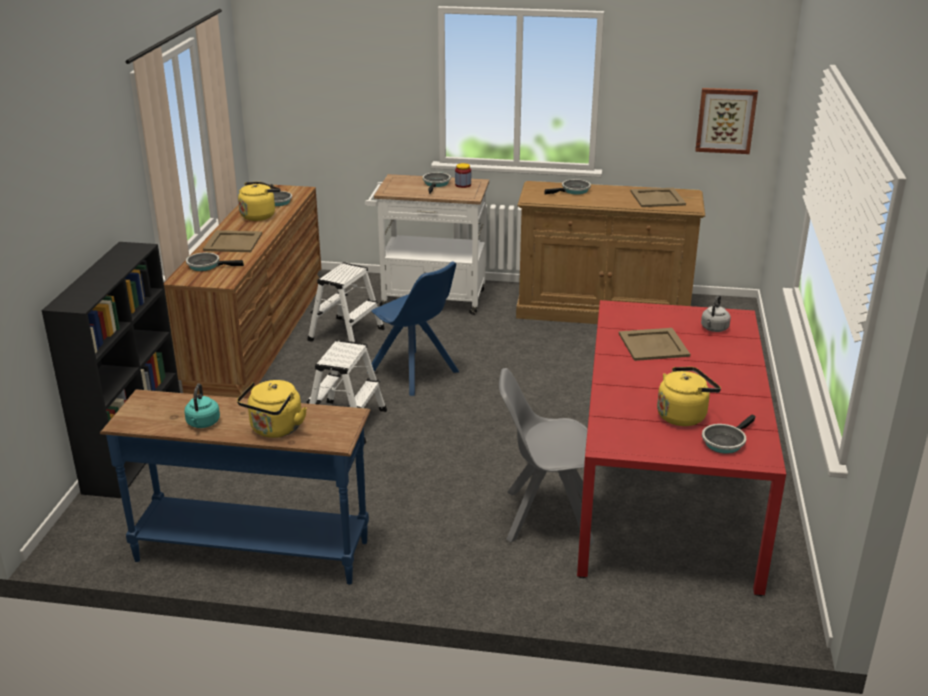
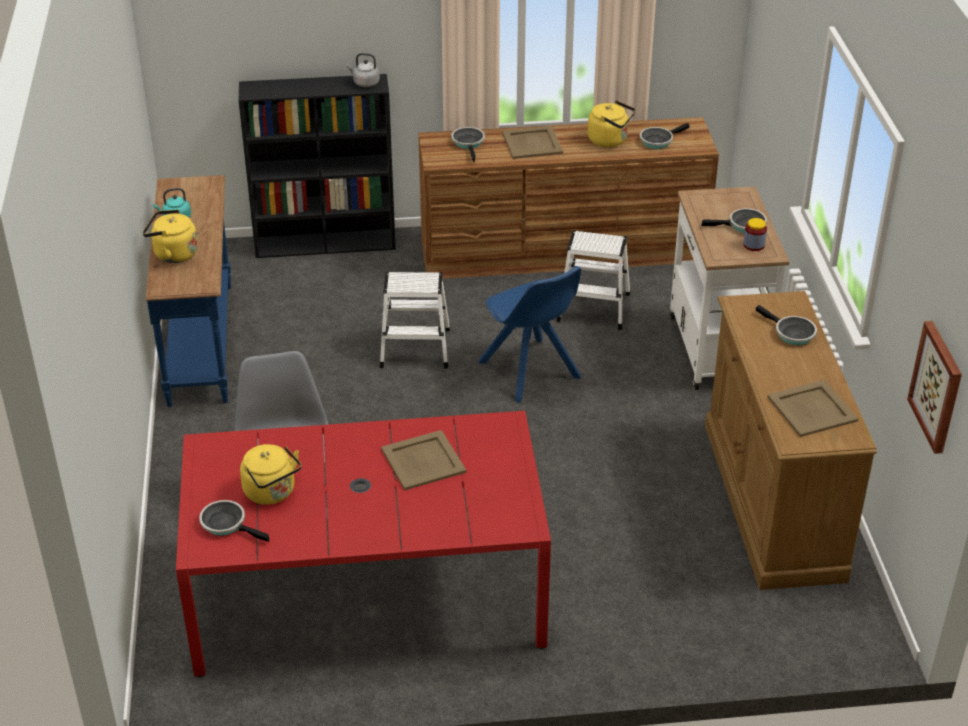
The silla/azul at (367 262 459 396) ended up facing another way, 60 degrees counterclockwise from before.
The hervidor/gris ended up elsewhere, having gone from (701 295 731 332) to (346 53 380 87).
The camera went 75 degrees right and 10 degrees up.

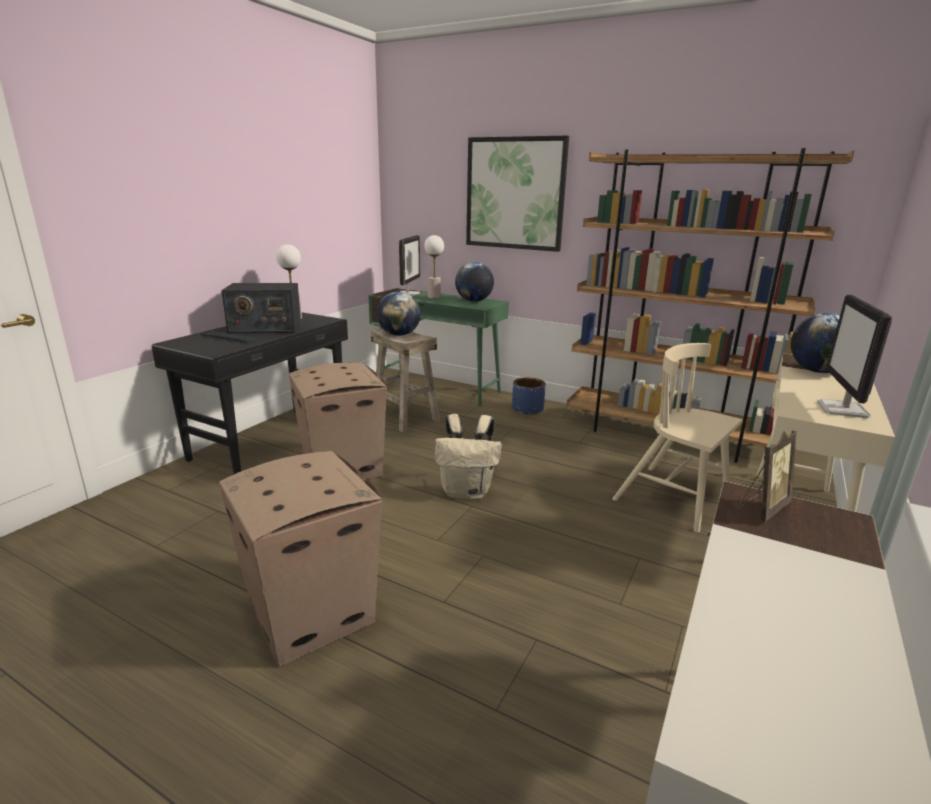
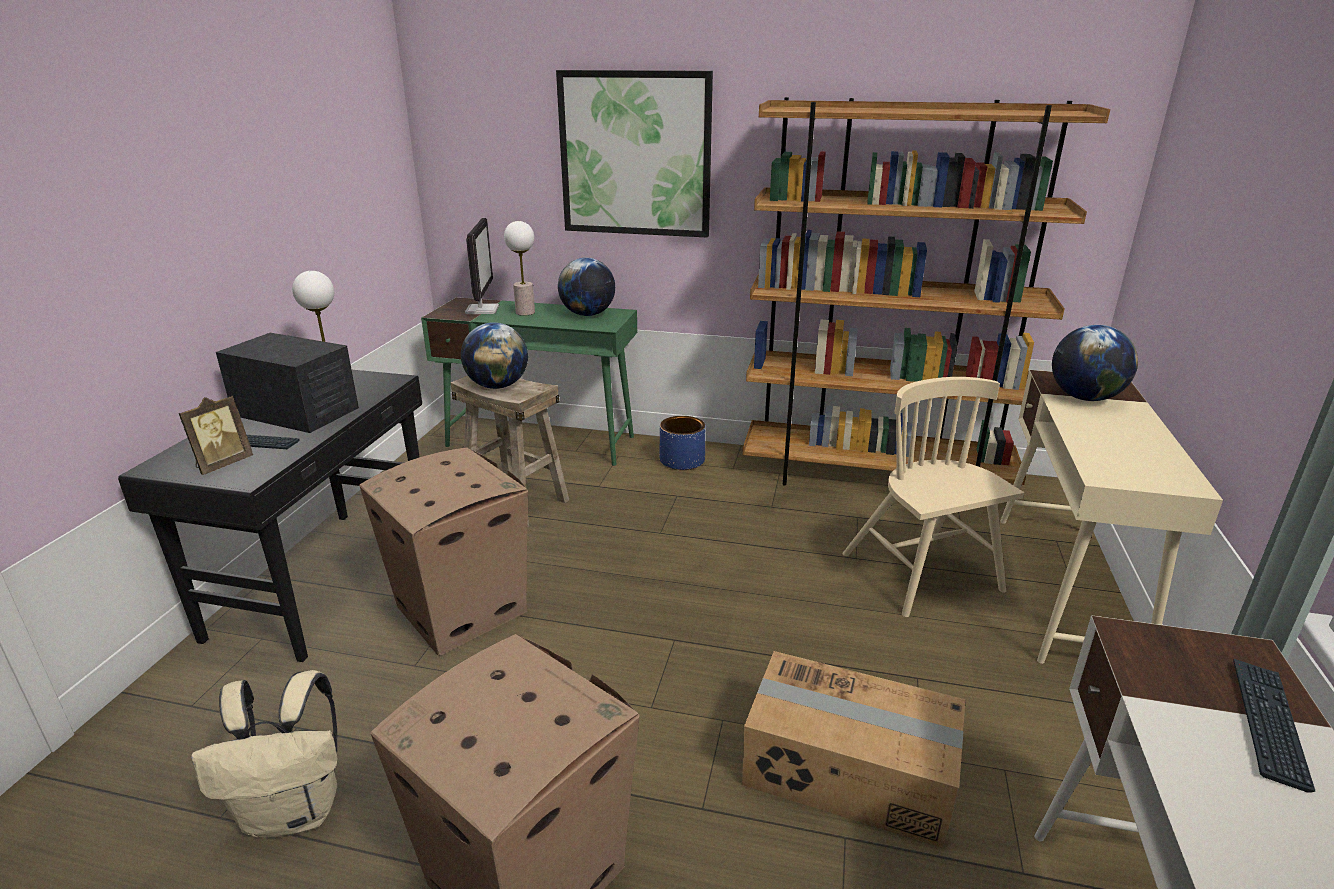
The radio at (221 283 301 333) ended up facing another way, 135 degrees counterclockwise from before.
The mochila/beis ended up elsewhere, having gone from (435 414 502 499) to (191 670 337 838).
The silla/beis at (612 343 742 532) ended up facing another way, 45 degrees clockwise from before.
The portarretratos ended up elsewhere, having gone from (738 431 797 522) to (179 396 253 475).
The second view lost the monitor at (817 295 892 418).
The second view gained the caja de cartón at (742 651 965 848).
The second view gained the teclado at (1233 659 1315 793).
The camera went 15 degrees left and 5 degrees up.

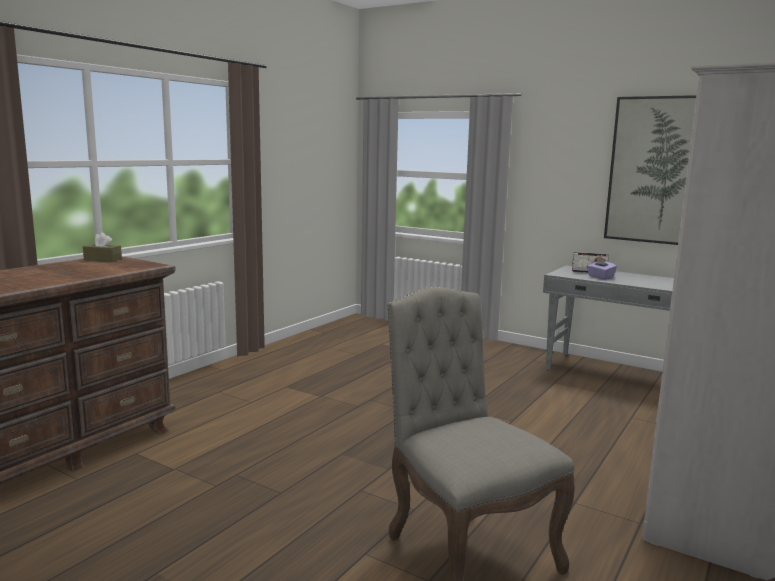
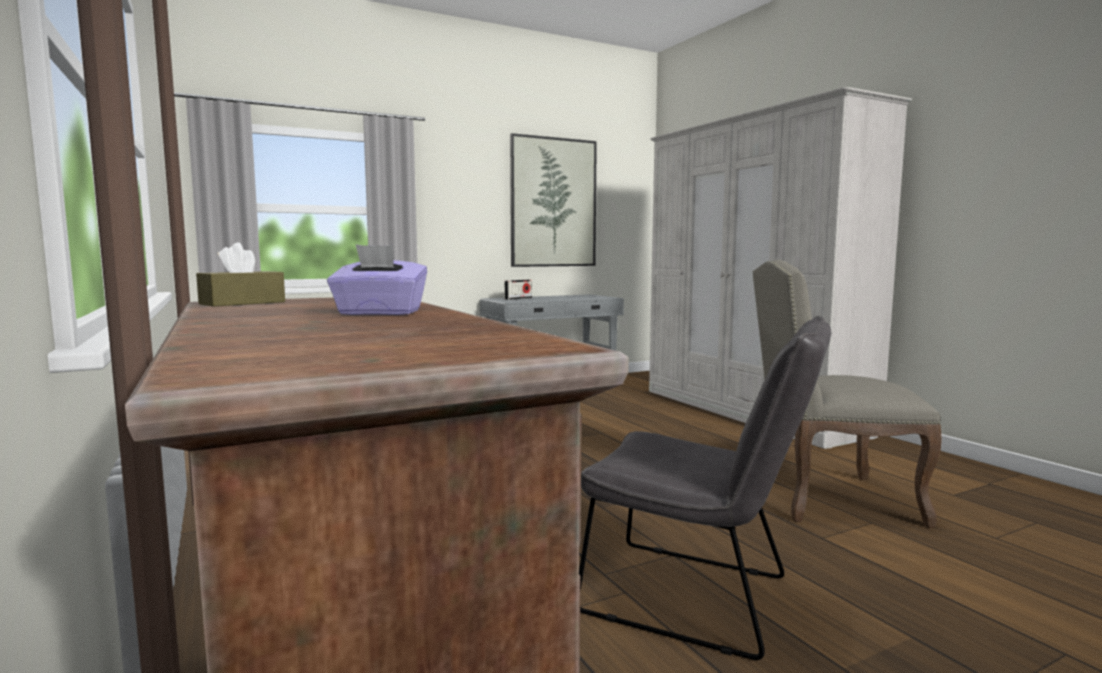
The caja de pañuelos/morado ended up elsewhere, having gone from (587 257 617 279) to (327 244 427 315).
The second view gained the silla/gris at (579 316 831 660).
The camera went 60 degrees left and 5 degrees down.

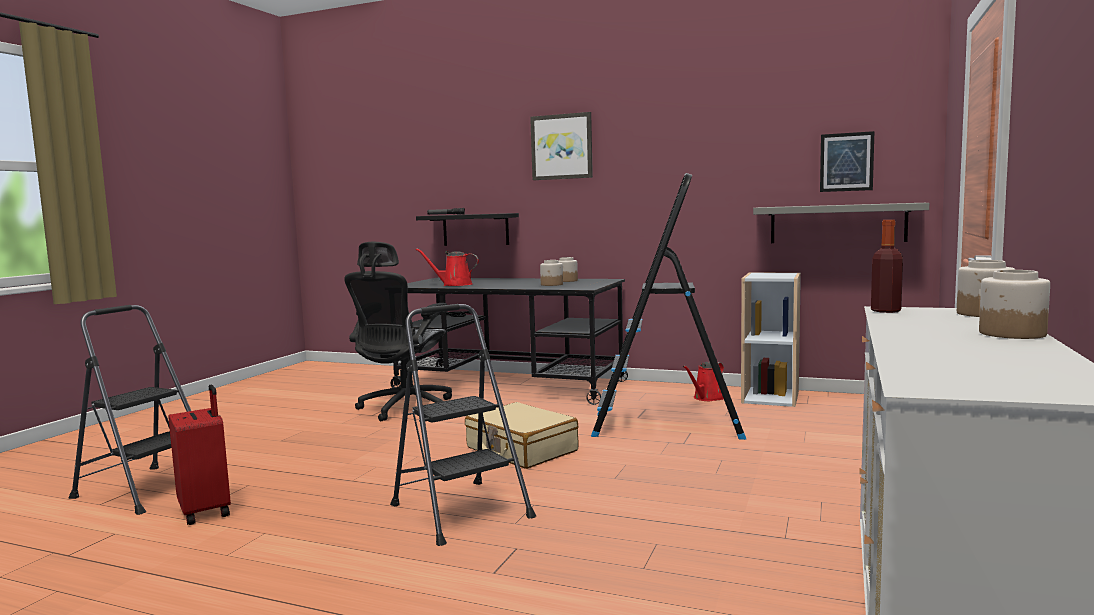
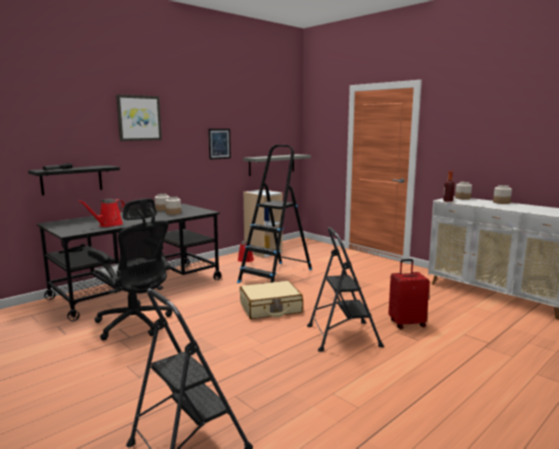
The maleta/rojo ended up elsewhere, having gone from (168 384 231 525) to (388 259 430 329).
The cuadro ended up elsewhere, having gone from (820 131 874 192) to (208 129 231 160).
The camera went 65 degrees left and 5 degrees up.

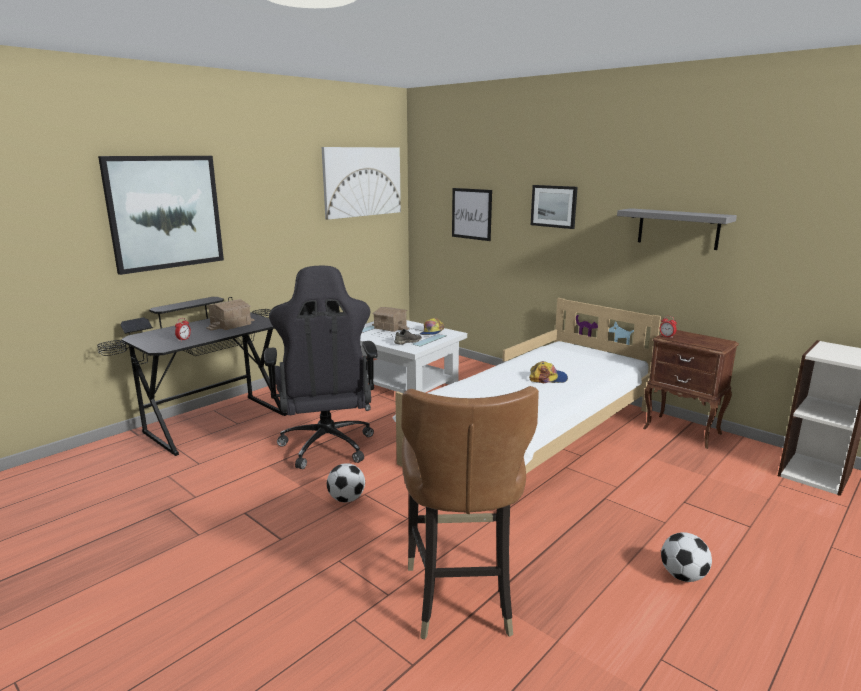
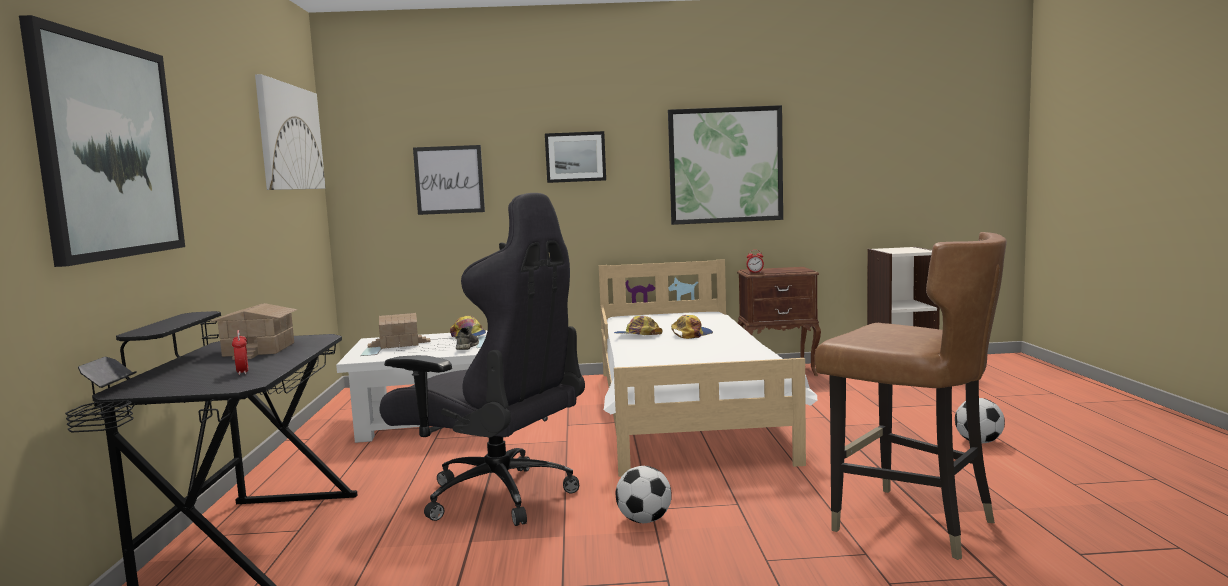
Where the estante/gris hung at (617 208 737 250), the cuadro came to hang at (668 105 783 225).
The second view gained the gorra at (614 316 662 335).
The camera went 45 degrees left and 10 degrees down.

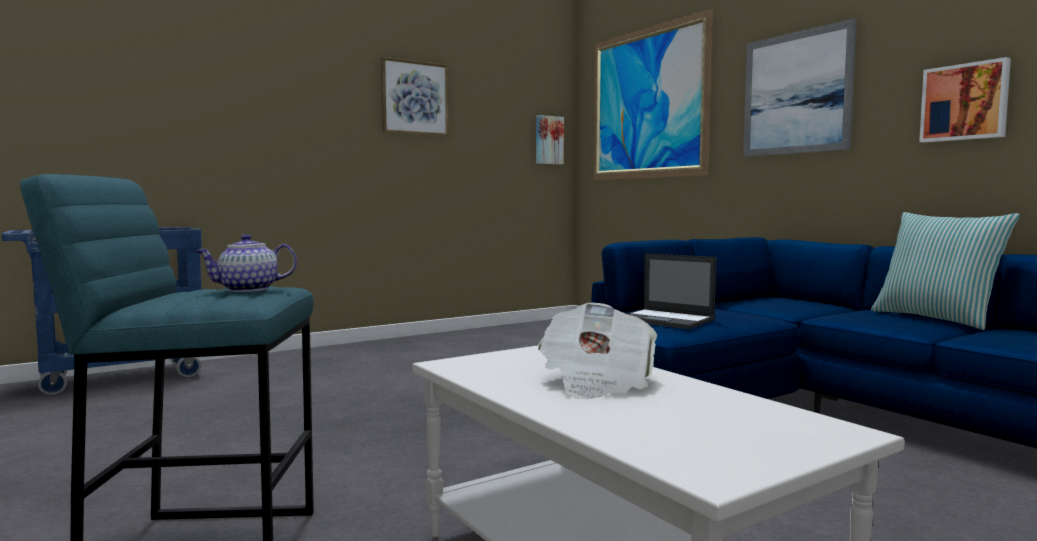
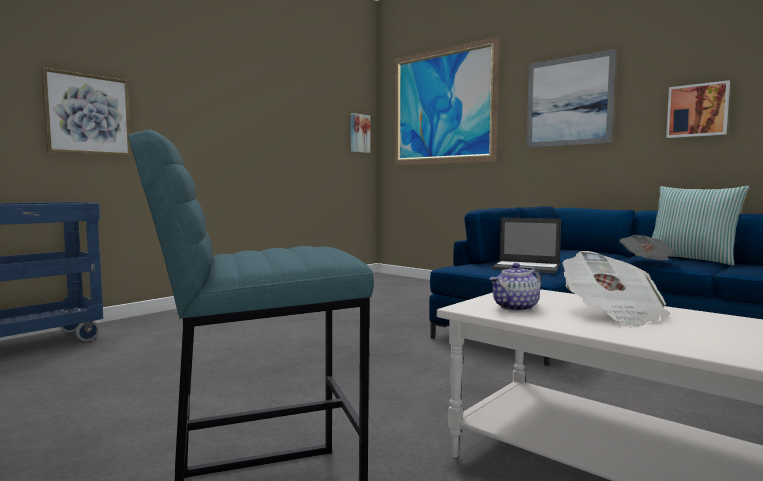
The tetera ended up elsewhere, having gone from (196 234 297 292) to (489 263 542 311).
The cuadro ended up elsewhere, having gone from (381 57 449 136) to (41 68 132 156).
The second view gained the periódico at (619 235 674 260).
The camera went 15 degrees left and 0 degrees up.

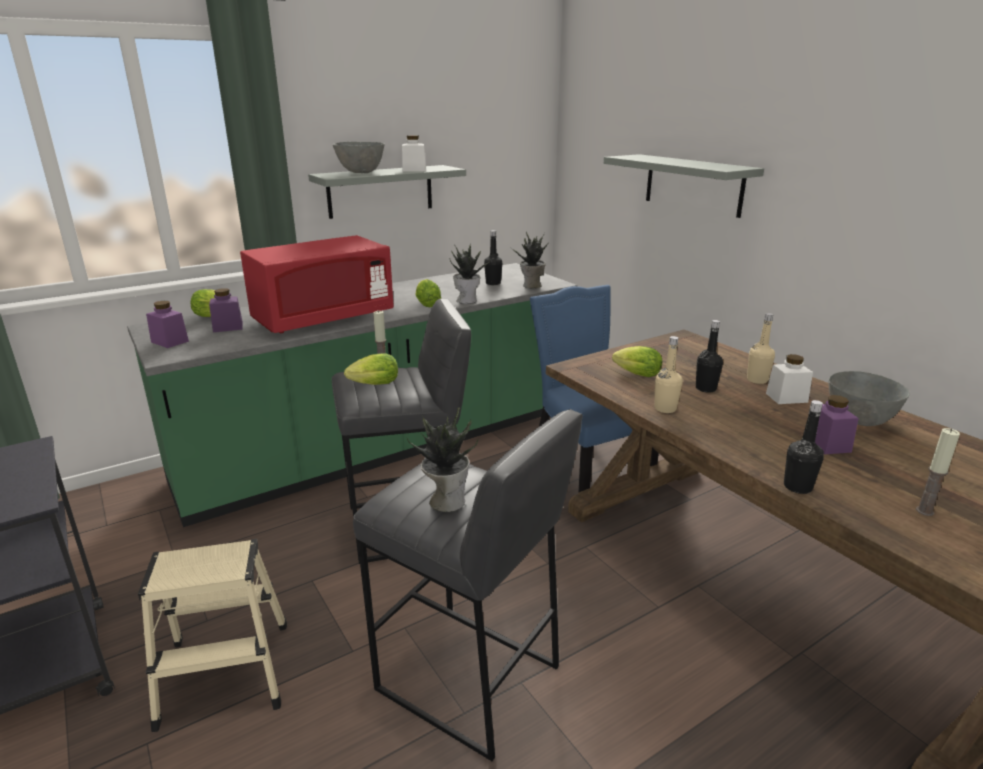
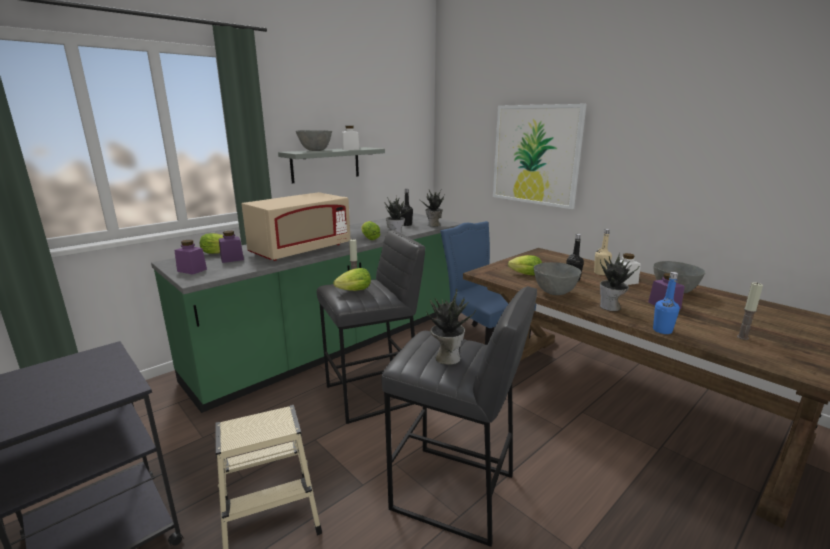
What was the microondas/rojo at (240 235 394 333) turned into the microondas/beis at (242 192 351 261).
Where the estante/gris hung at (604 154 764 218), the cuadro came to hang at (493 104 587 209).
Where the botella/beis stood at (655 336 683 413), the cuenco/gris came to stand at (534 262 581 295).
What was the botella/negro at (784 400 824 494) turned into the botella/azul at (653 272 680 334).
The second view gained the planta en maceta at (600 253 640 311).
The camera went 10 degrees left and 5 degrees down.

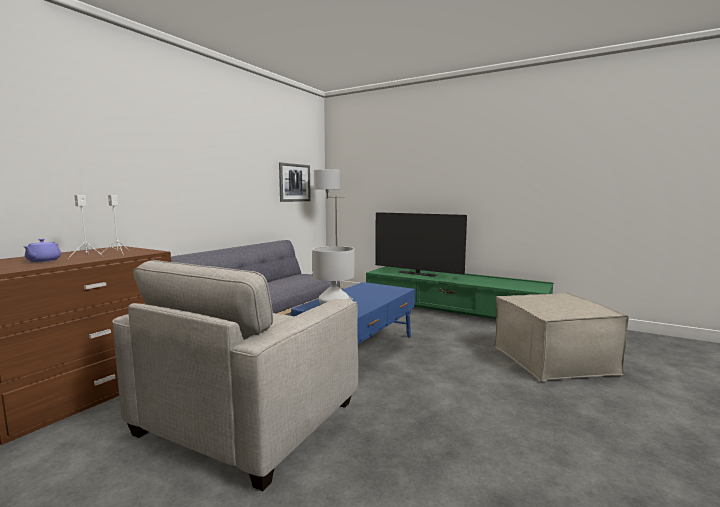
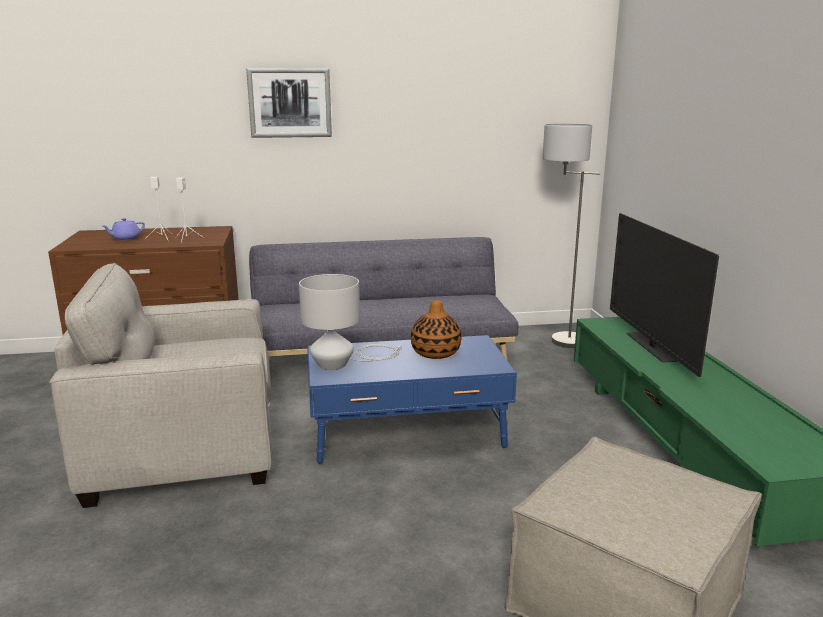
The cuadro ended up elsewhere, having gone from (279 162 311 202) to (246 68 332 138).
The second view gained the florero at (411 300 461 359).
The camera went 50 degrees right and 10 degrees up.

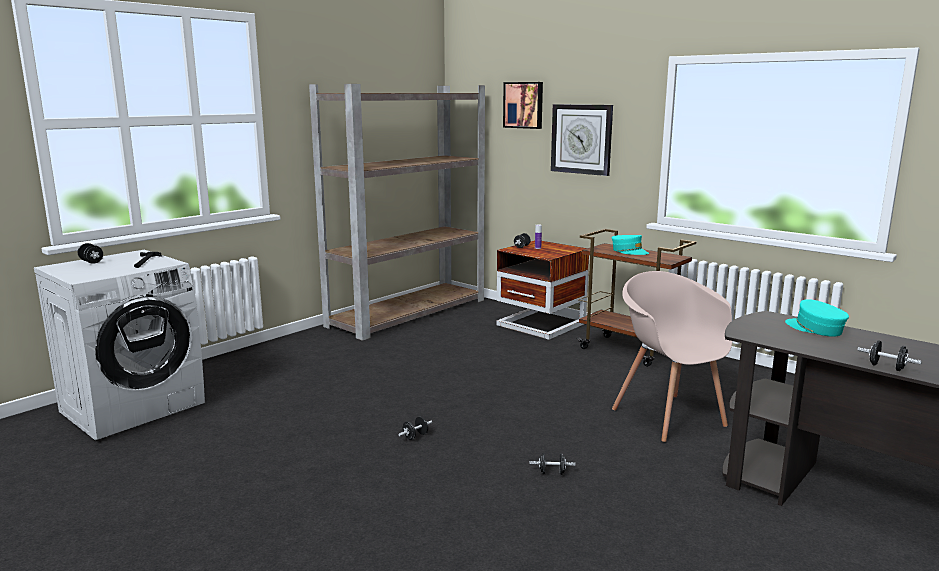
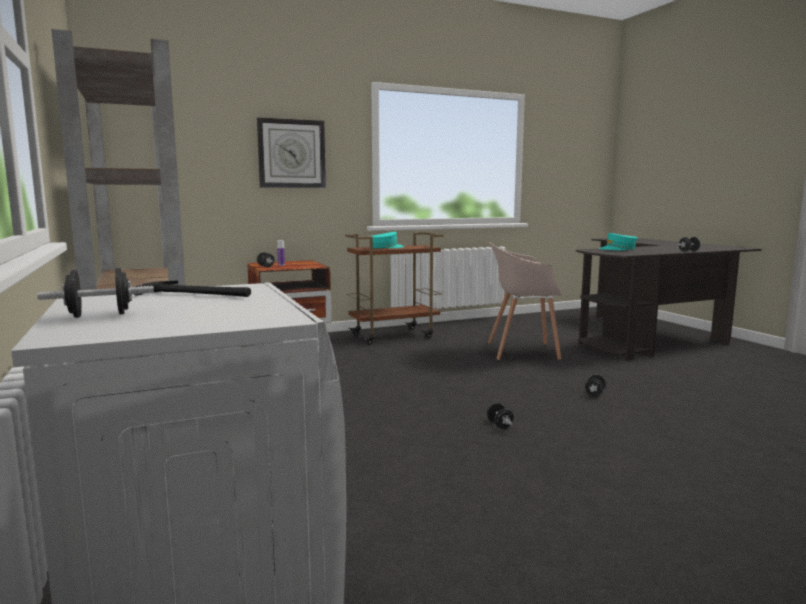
The second view lost the cuadro at (503 82 543 129).
The camera went 65 degrees left and 5 degrees down.

